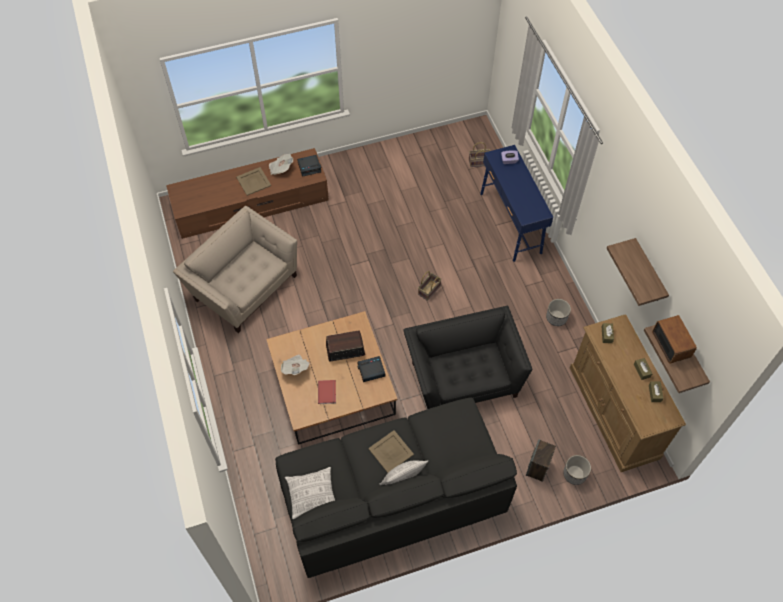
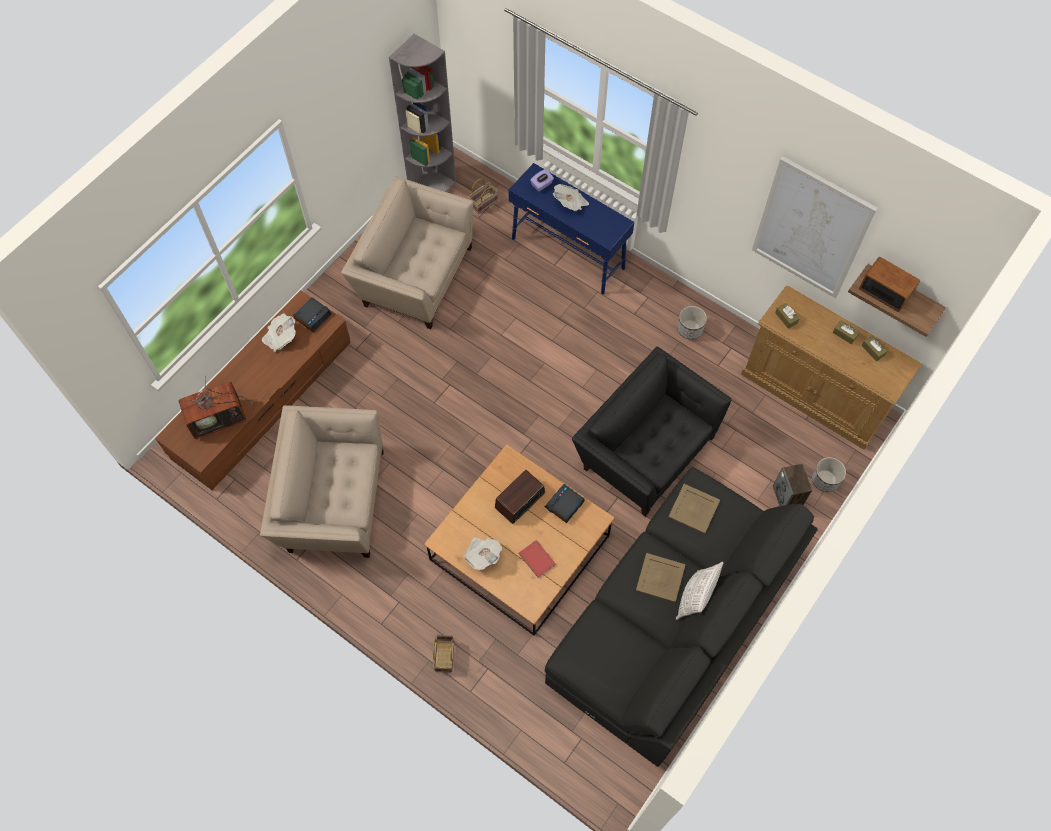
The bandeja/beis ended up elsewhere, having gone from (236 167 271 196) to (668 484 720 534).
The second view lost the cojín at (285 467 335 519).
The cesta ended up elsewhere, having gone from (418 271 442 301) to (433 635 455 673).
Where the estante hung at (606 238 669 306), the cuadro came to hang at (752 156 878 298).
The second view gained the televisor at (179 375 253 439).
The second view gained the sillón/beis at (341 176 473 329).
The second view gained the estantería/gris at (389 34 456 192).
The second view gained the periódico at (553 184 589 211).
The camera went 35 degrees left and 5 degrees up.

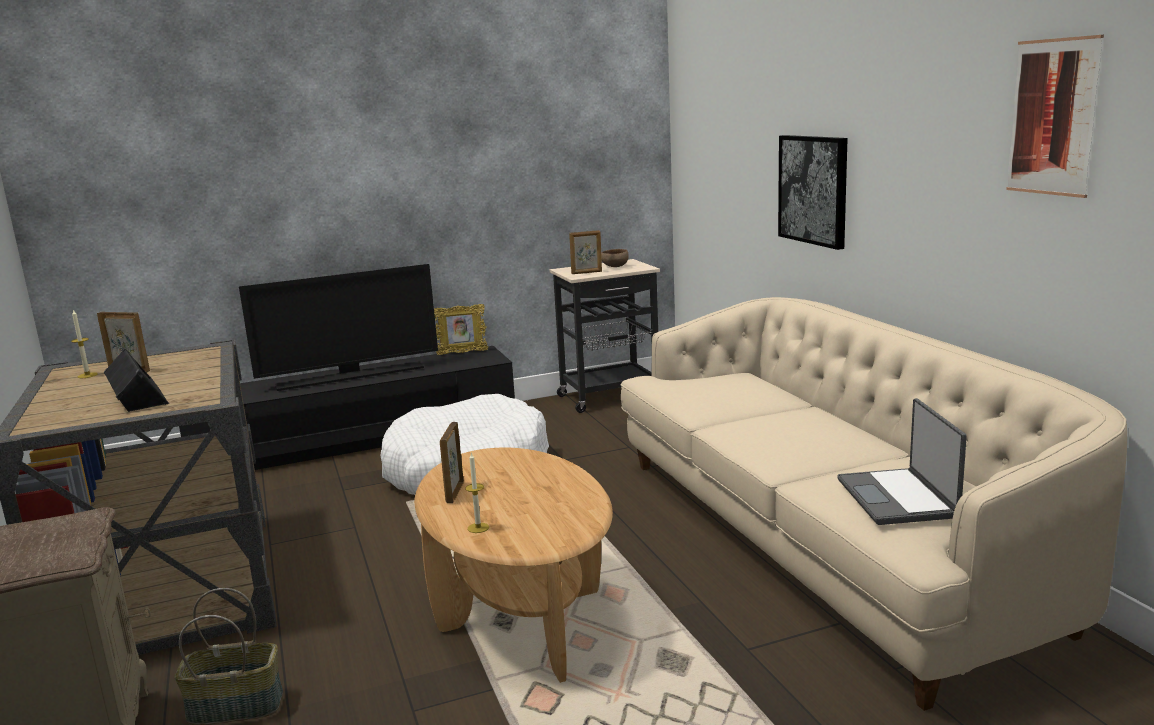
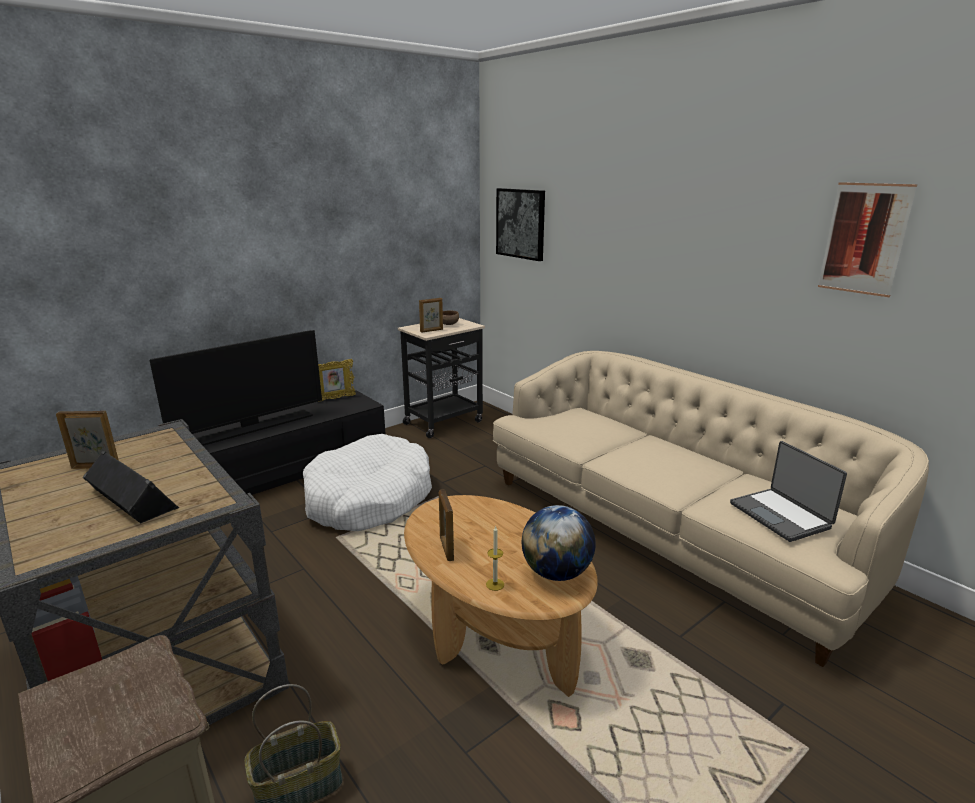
The second view lost the vela at (71 310 98 378).
The cuadro ended up elsewhere, having gone from (778 135 848 250) to (496 188 545 261).
The second view gained the globo terráqueo at (522 505 596 581).
The camera went 20 degrees left and 5 degrees up.

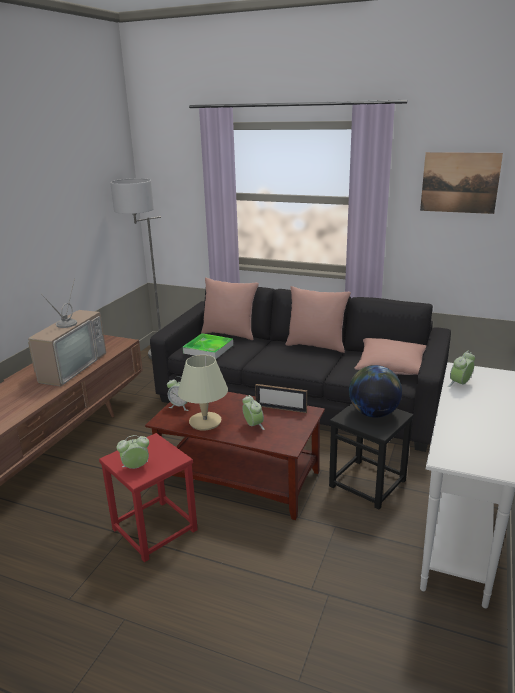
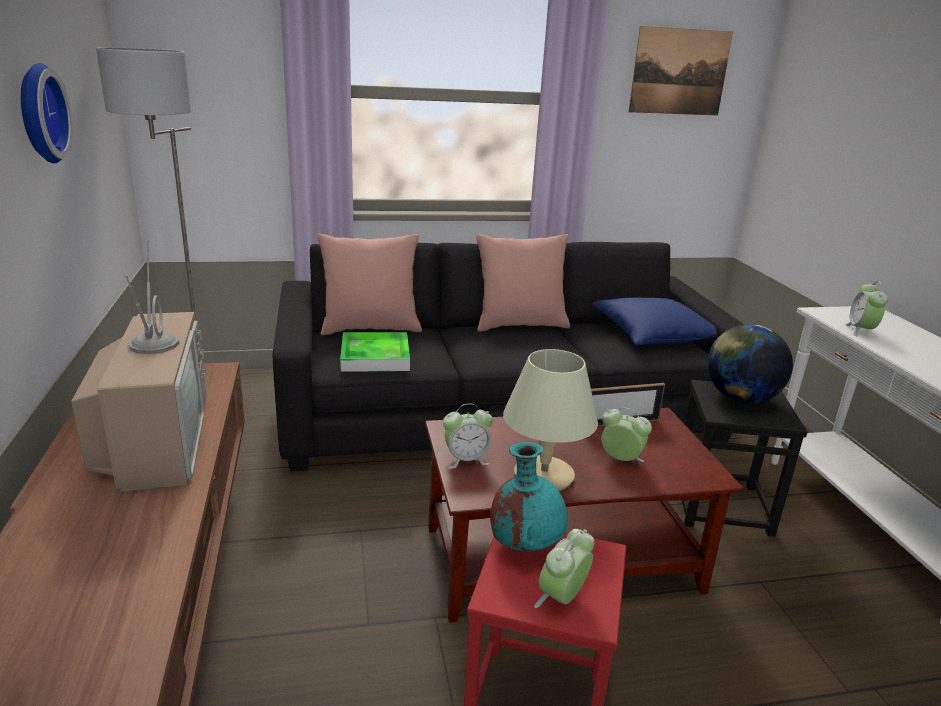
What was the cojín/rosa at (354 338 427 375) turned into the cojín/azul at (592 297 717 345).
The second view gained the reloj de pared at (21 63 73 163).
The second view gained the florero/turquesa at (490 442 568 552).
The camera went 35 degrees left and 0 degrees up.

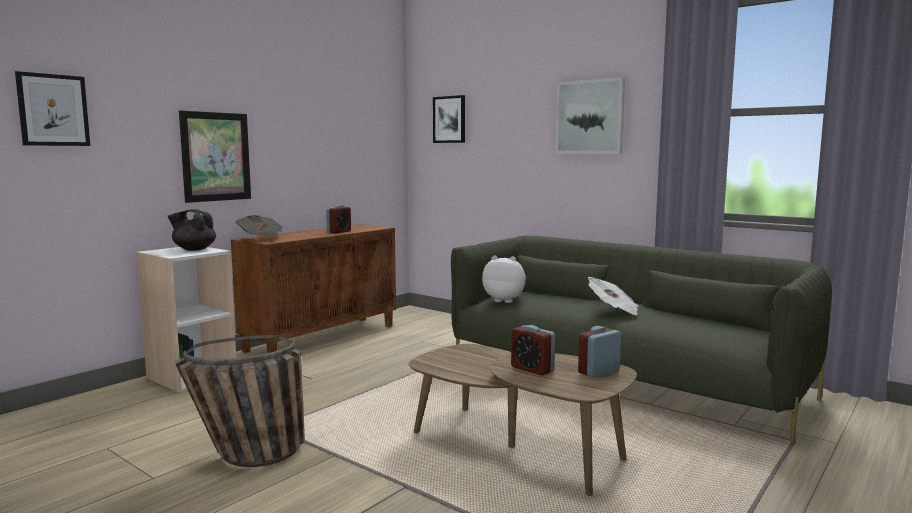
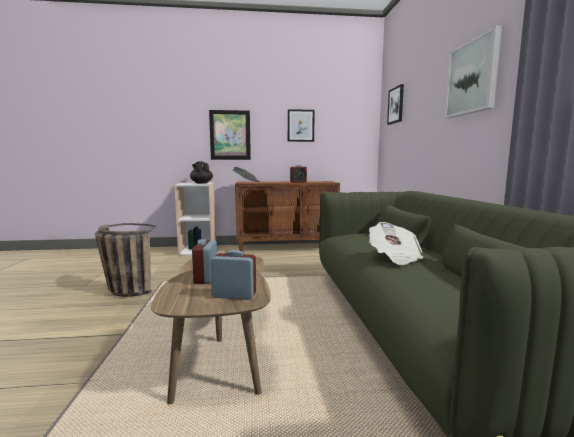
The cuadro ended up elsewhere, having gone from (15 71 90 146) to (288 109 315 142).
The second view lost the peluche at (482 256 526 303).
The camera went 45 degrees right and 0 degrees up.

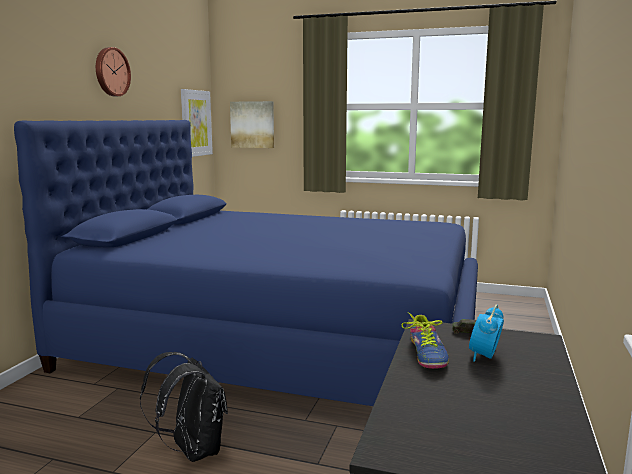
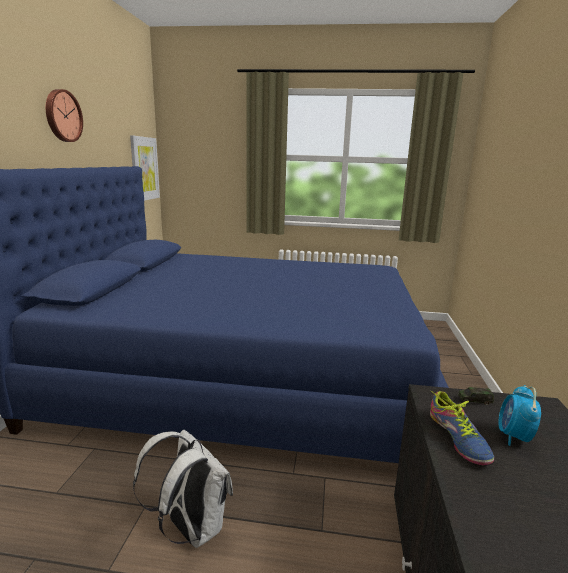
What was the mochila/negro at (140 352 228 462) turned into the mochila/blanco at (133 429 233 548).
The second view lost the cuadro at (230 101 274 148).
The camera went 10 degrees left and 5 degrees up.

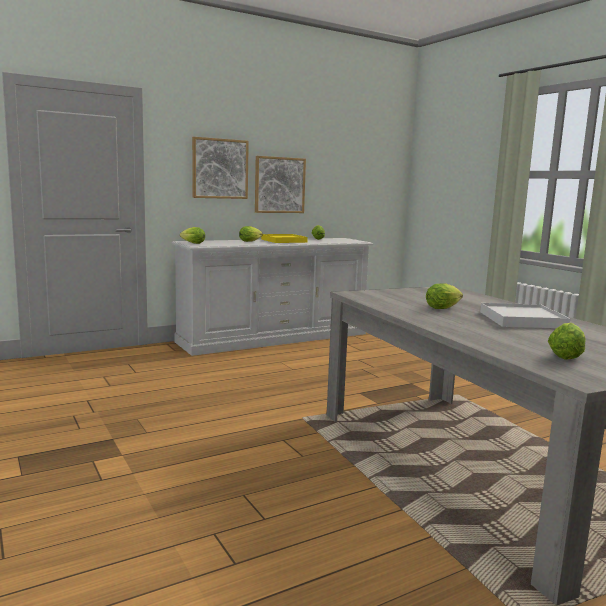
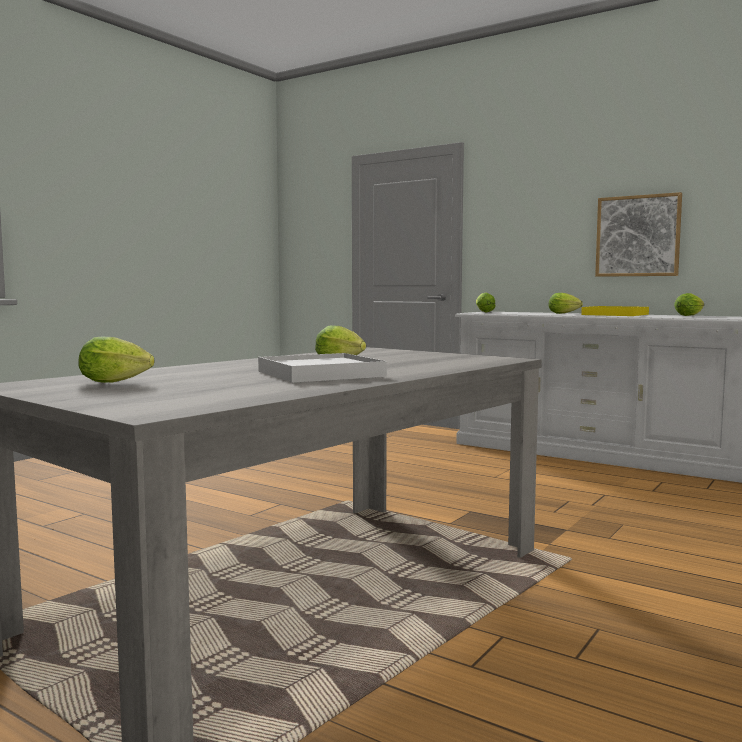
The second view lost the cuadro at (192 137 249 199).
The camera went 65 degrees right and 5 degrees down.

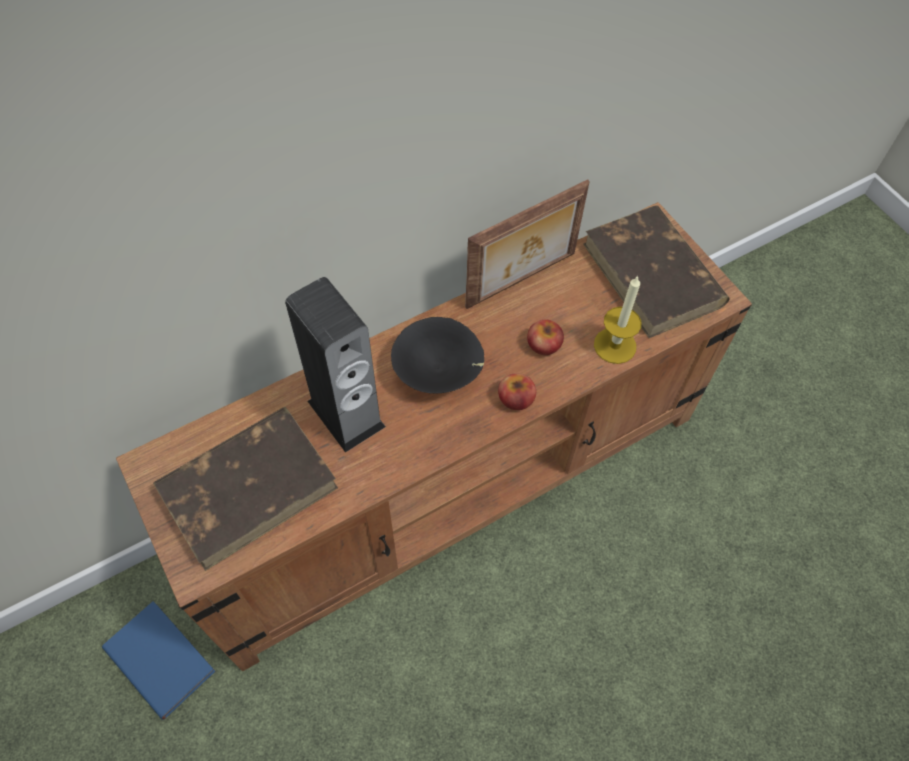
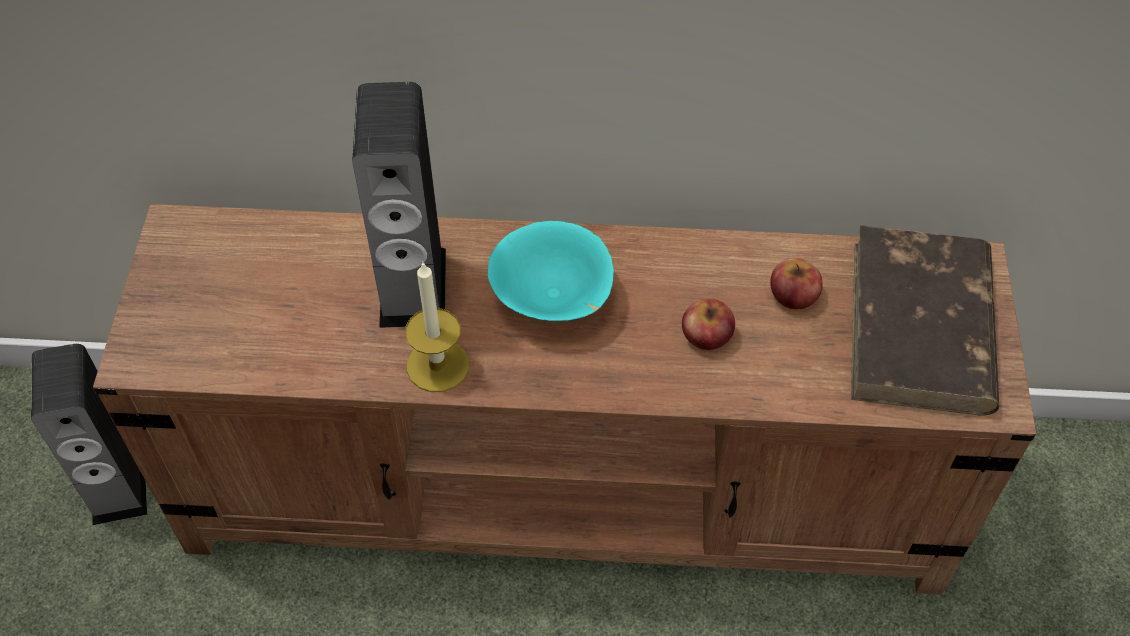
Where the libro/azul stood at (102 601 215 720), the altavoz came to stand at (31 344 147 525).
The second view lost the libro/marrón at (153 407 338 571).
What was the cuenco/negro at (391 317 484 394) turned into the cuenco/turquesa at (488 221 614 321).
The second view lost the portarretratos at (465 179 590 309).
The manzana ended up elsewhere, having gone from (498 373 536 410) to (770 258 823 309).
The vela ended up elsewhere, having gone from (594 275 642 364) to (405 261 469 392).
The camera went 35 degrees right and 5 degrees down.

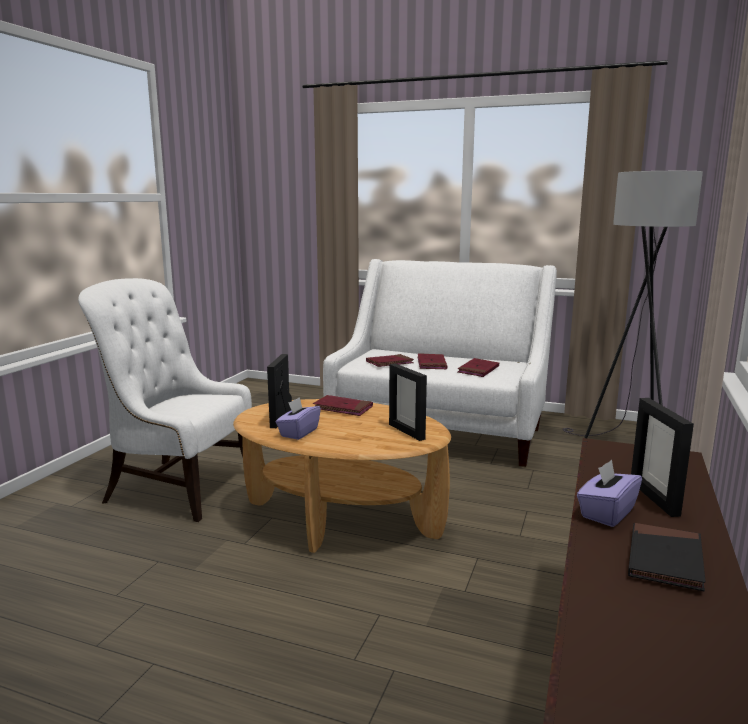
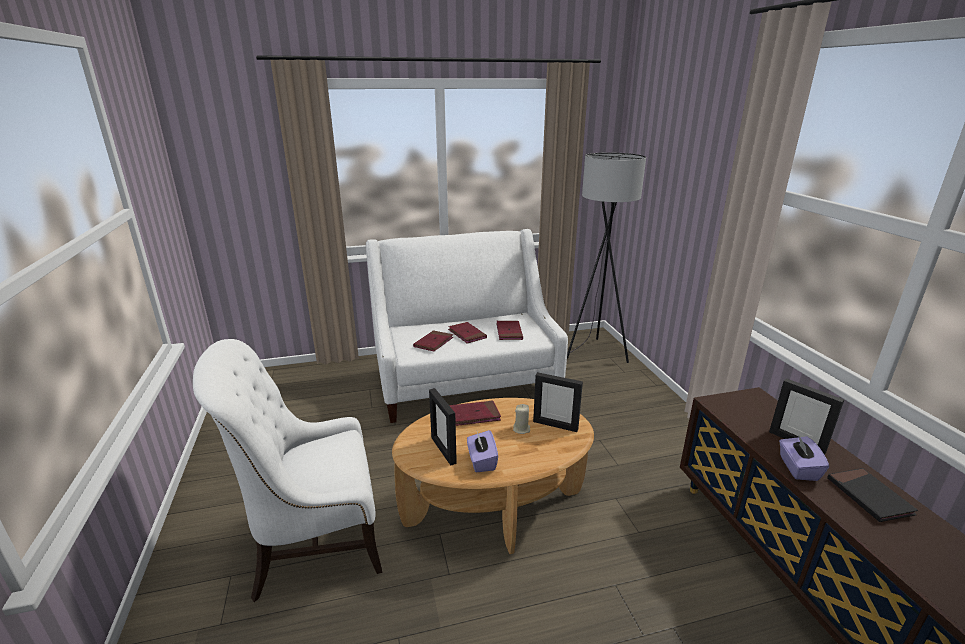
The second view gained the vela/beis at (513 404 530 434).
The camera went 35 degrees left and 10 degrees up.

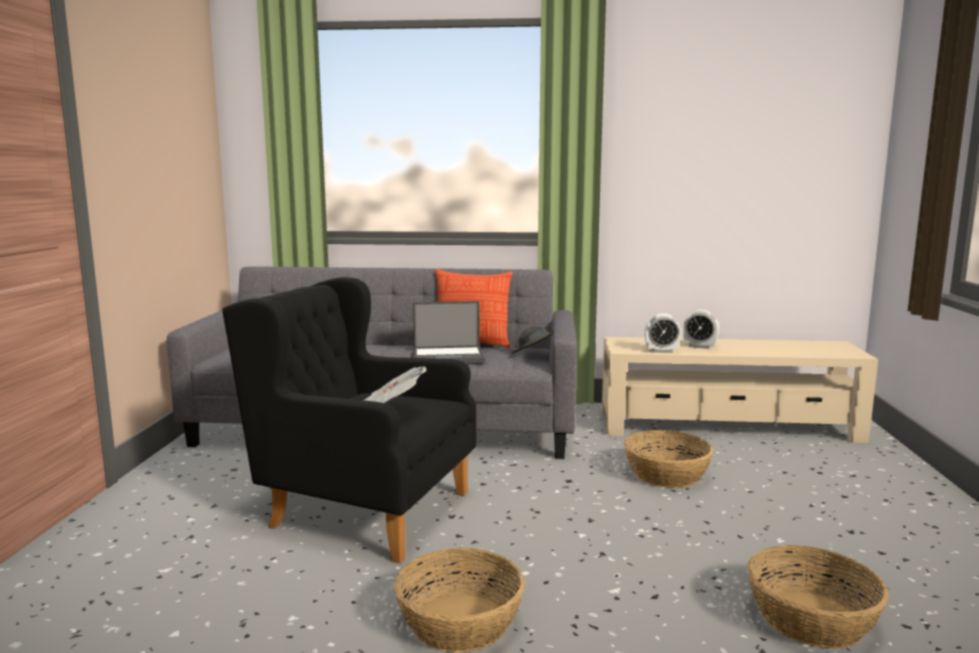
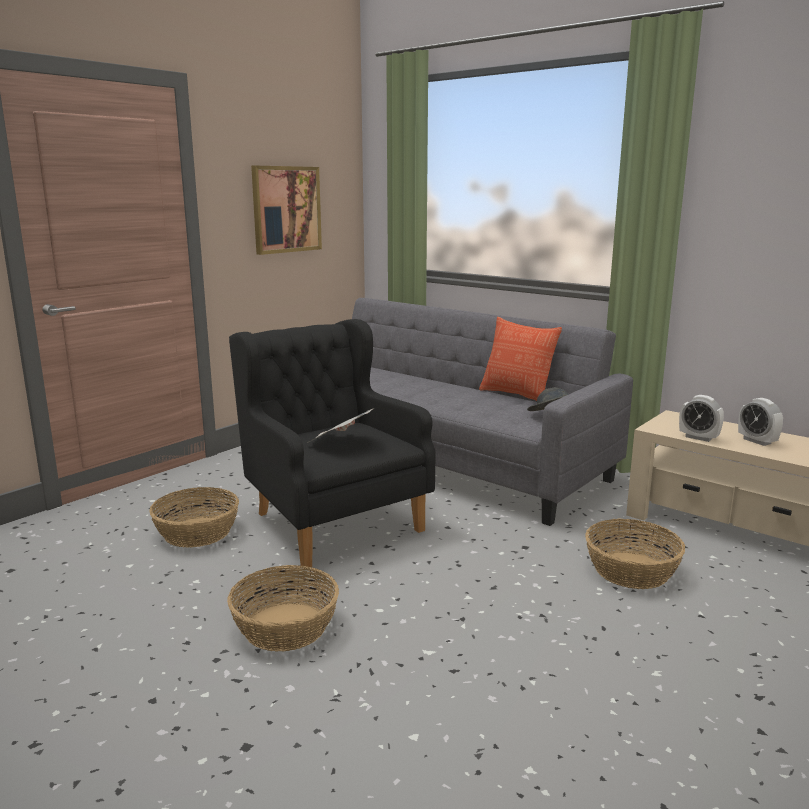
The second view lost the portátil at (412 301 485 363).
The cesta ended up elsewhere, having gone from (747 545 889 649) to (149 487 239 548).
The second view gained the cuadro at (251 166 322 255).
The camera went 35 degrees right and 5 degrees up.

